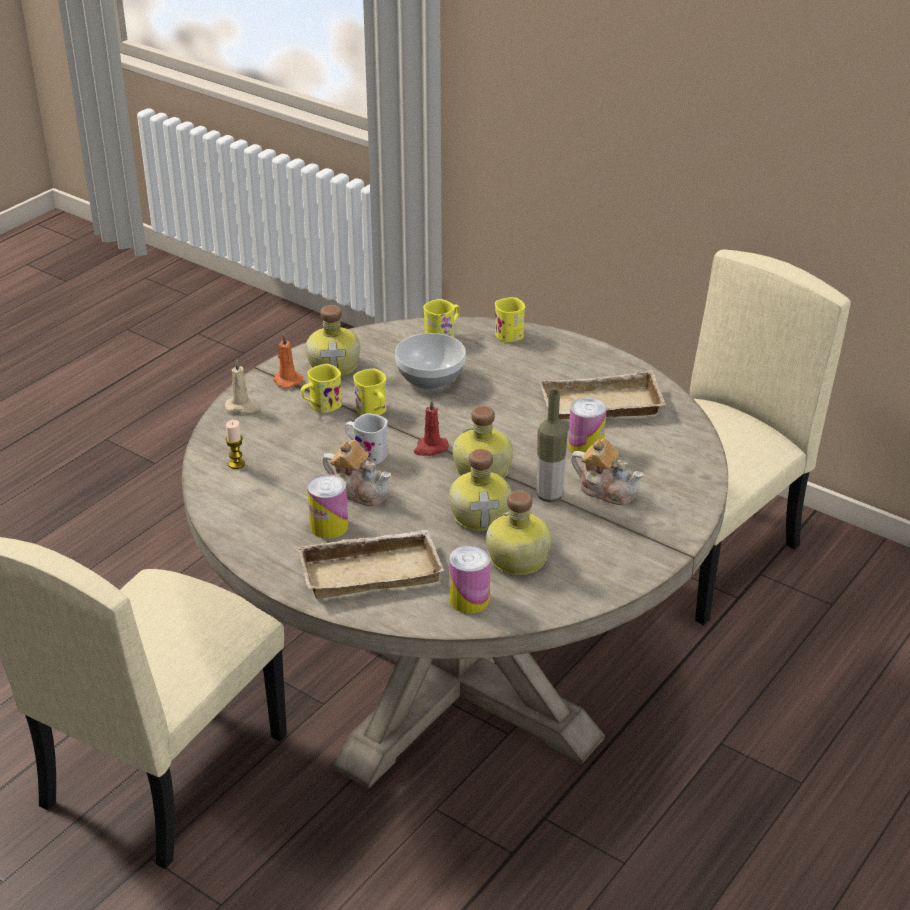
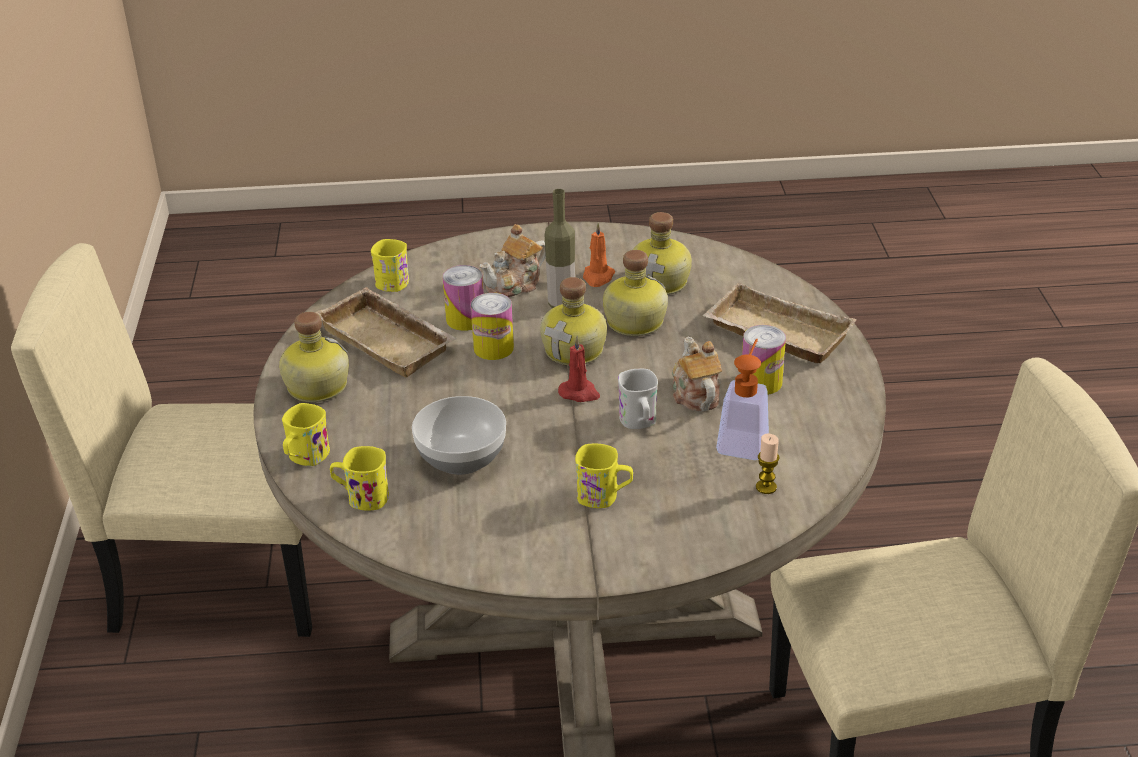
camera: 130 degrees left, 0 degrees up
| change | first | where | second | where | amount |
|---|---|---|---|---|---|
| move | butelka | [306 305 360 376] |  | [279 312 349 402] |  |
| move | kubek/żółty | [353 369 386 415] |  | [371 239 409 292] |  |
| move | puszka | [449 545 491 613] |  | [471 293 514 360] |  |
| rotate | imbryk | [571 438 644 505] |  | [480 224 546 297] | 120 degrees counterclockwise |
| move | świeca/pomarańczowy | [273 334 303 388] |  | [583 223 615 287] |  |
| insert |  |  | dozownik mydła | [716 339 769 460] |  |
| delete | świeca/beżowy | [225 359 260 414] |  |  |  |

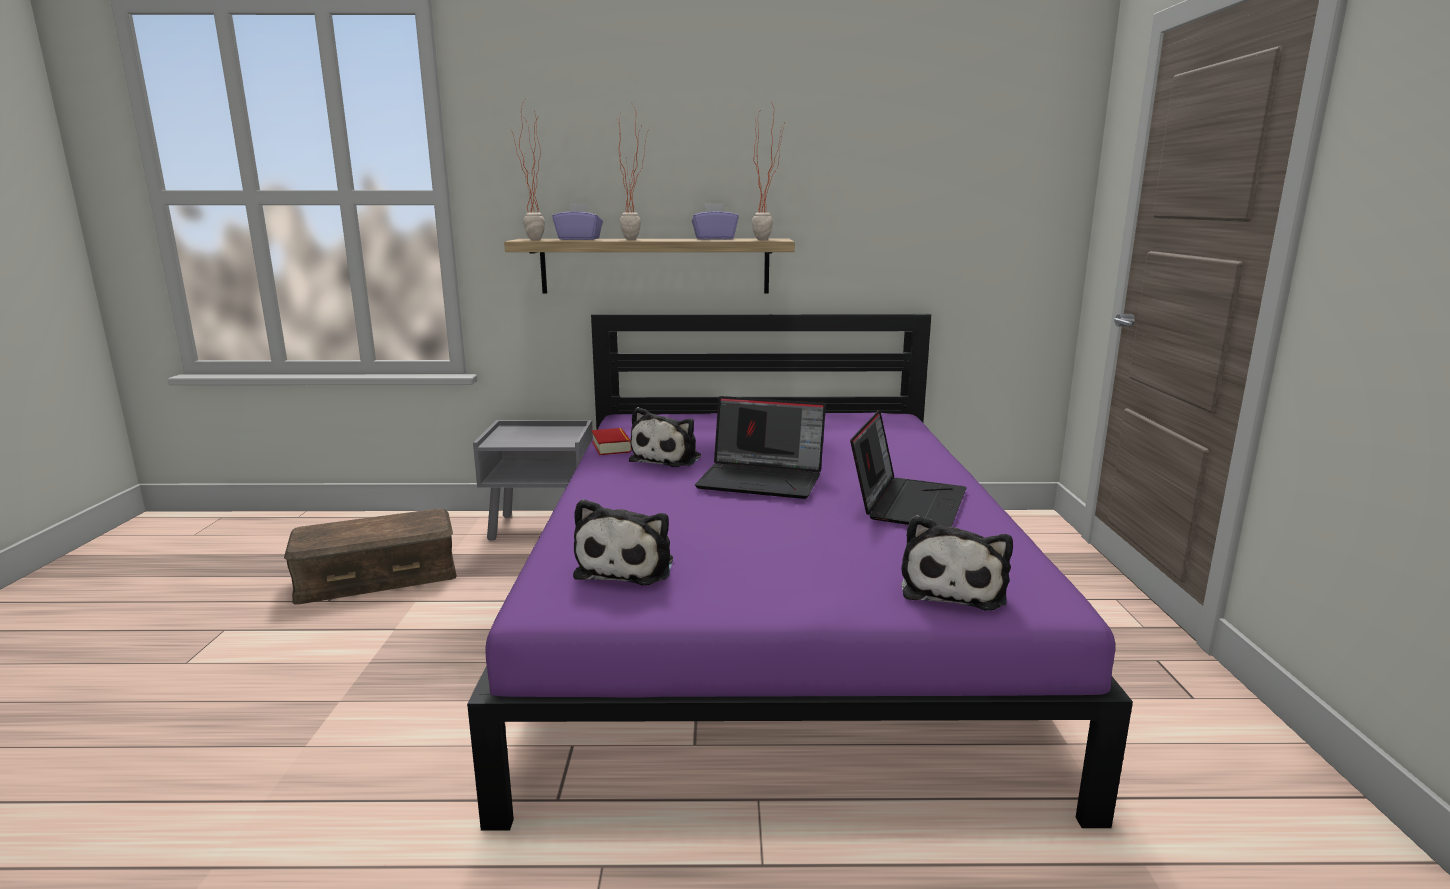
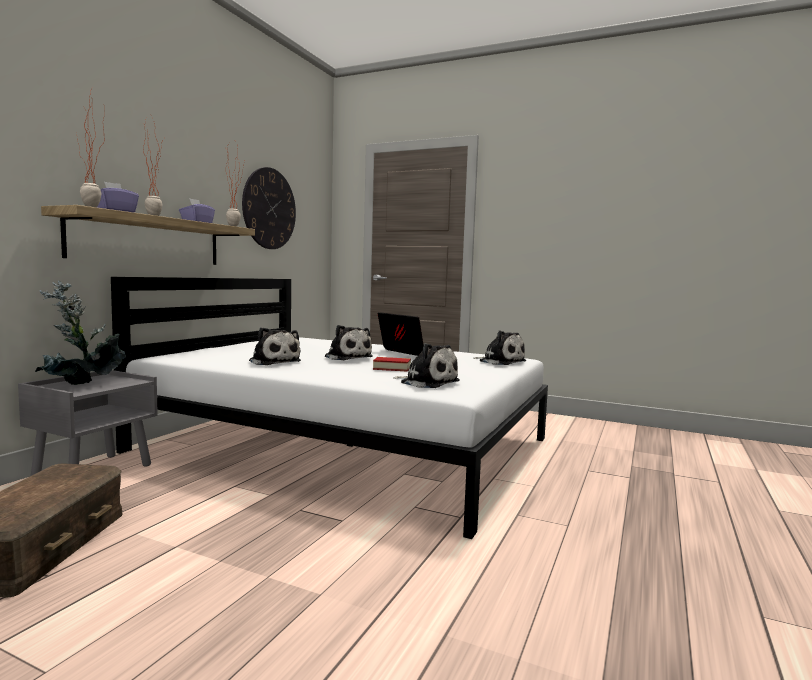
camera: 65 degrees left, 10 degrees down
| change | first | where | second | where | amount |
|---|---|---|---|---|---|
| insert |  |  | roślina doniczkowa | [35 281 126 385] |  |
| recolor | łóżko/fioletowy | [467 314 1133 831] | łóżko/biały | [111 277 548 539] |  |
| insert |  |  | zegar ścienny | [242 167 296 249] |  |
| replace | laptop | [695 396 826 499] | pluszak | [325 325 373 360] |  |
| move | książka | [592 428 632 455] |  | [373 357 411 372] |  |

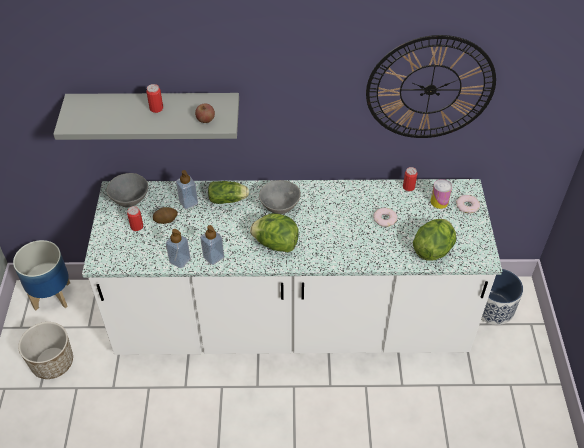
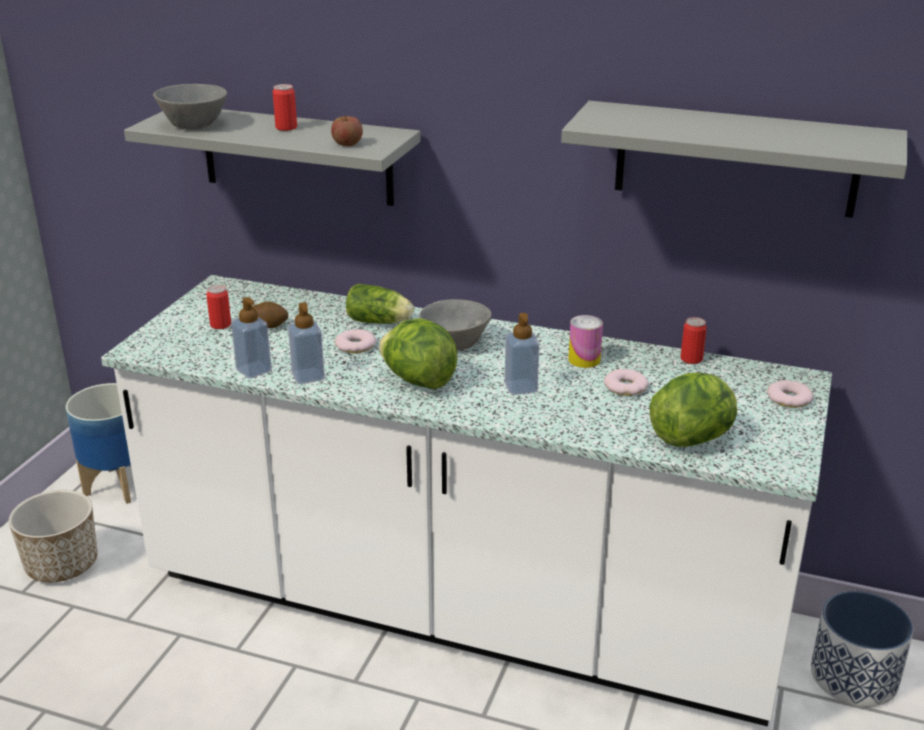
camera: 20 degrees right, 20 degrees down
| change | first | where | second | where | amount |
|---|---|---|---|---|---|
| move | miska/szary | [106 173 148 207] |  | [153 84 227 129] |  |
| insert |  |  | donut | [335 329 376 353] |  |
| move | dozownik mydła | [176 170 198 209] |  | [505 313 540 395] |  |
| replace | zegar ścienny | [366 35 496 138] | półka/szary | [561 101 907 218] |  |
| move | puszka | [431 179 452 209] |  | [568 315 603 368] |  |

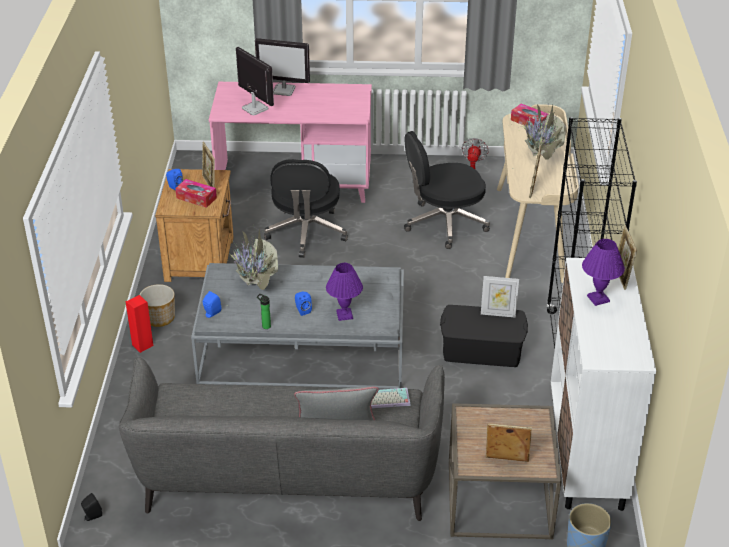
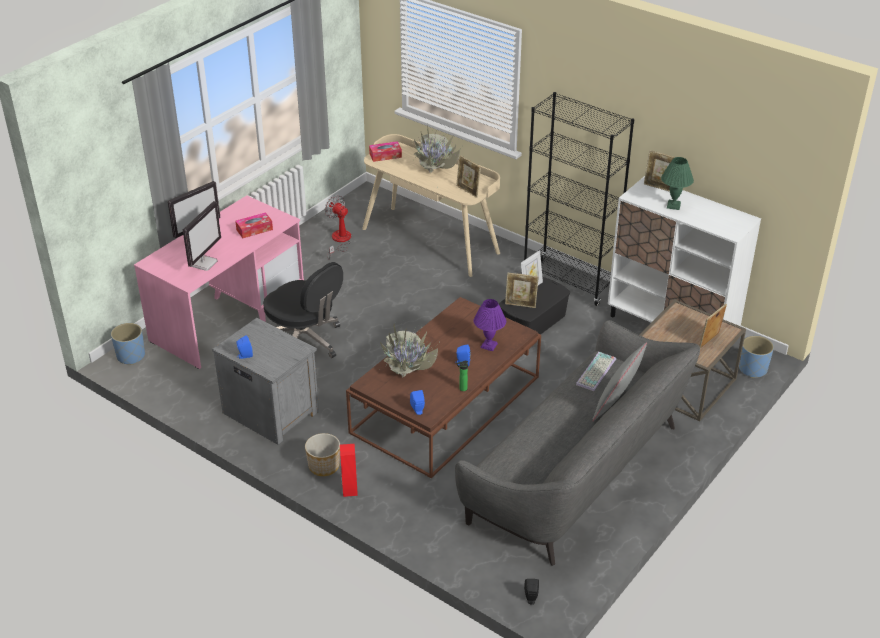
camera: 55 degrees left, 0 degrees up
| change | first | where | second | where | amount |
|---|---|---|---|---|---|
| insert |  |  | donica/niebieski | [111 323 145 365] |  |
| rotate | monitor | [236 47 274 115] |  | [183 201 221 271] | 120 degrees clockwise |
| recolor | szafka nocna/brązowy | [155 169 234 282] | szafka nocna/szary | [212 318 319 445] |  |
| move | pudełko chusteczek | [175 179 217 208] |  | [235 212 273 238] |  |
| recolor | ława/szary | [191 263 404 389] | ława/brązowy | [346 297 541 479] |  |
| move | ramka na zdjęcie | [202 142 215 187] |  | [505 273 539 308] |  |
| recolor | lampa stołowa/fioletowy | [582 239 625 306] | lampa stołowa/zielony | [661 157 694 210] |  |
| delete | krzesło biurowe/czarny | [404 131 490 249] |  |  |  |

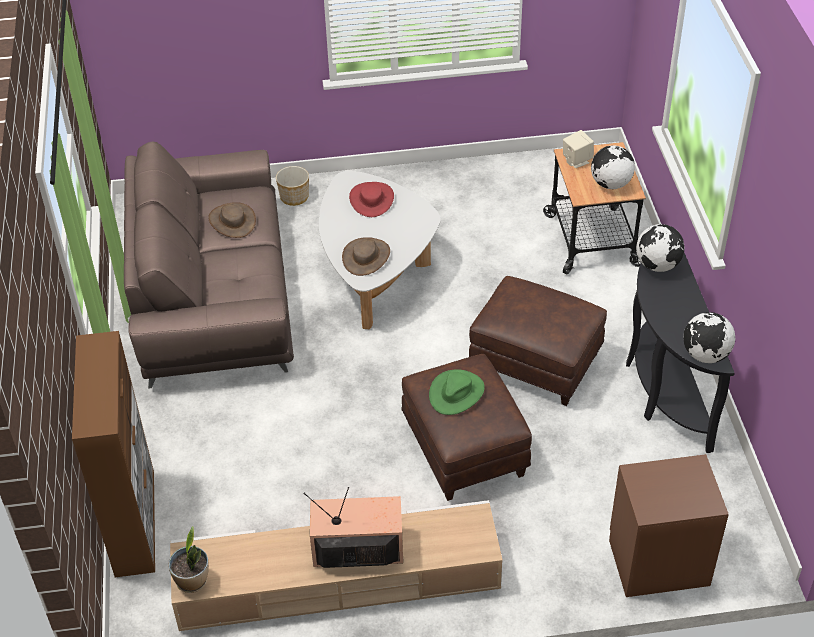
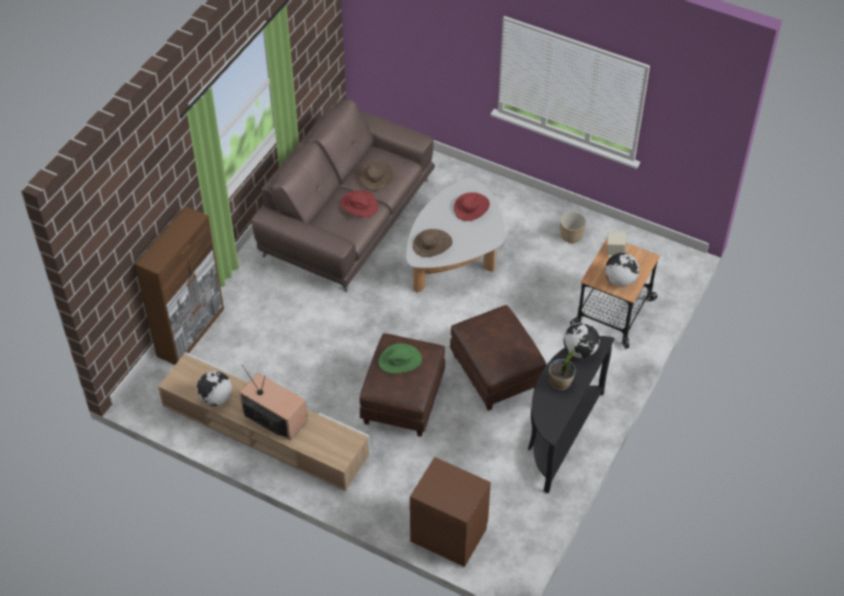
camera: 35 degrees right, 5 degrees up
| change | first | where | second | where | amount |
|---|---|---|---|---|---|
| move | globus | [683 312 735 363] |  | [197 371 232 406] |  |
| insert |  |  | kapelusz/czerwony | [340 190 378 217] |  |
| move | roślina doniczkowa | [168 527 209 593] |  | [549 349 576 390] |  |
| move | donica | [276 166 309 206] |  | [560 211 586 243] |  |

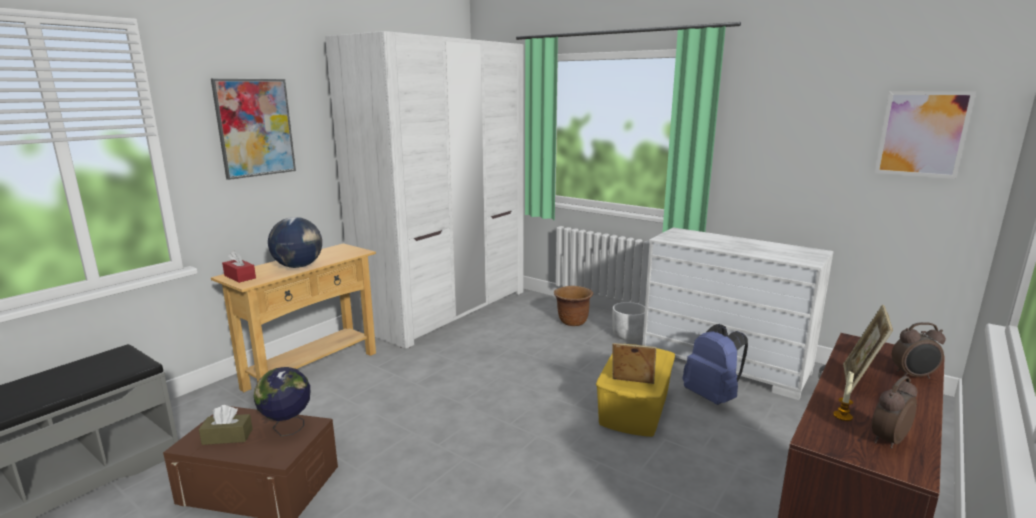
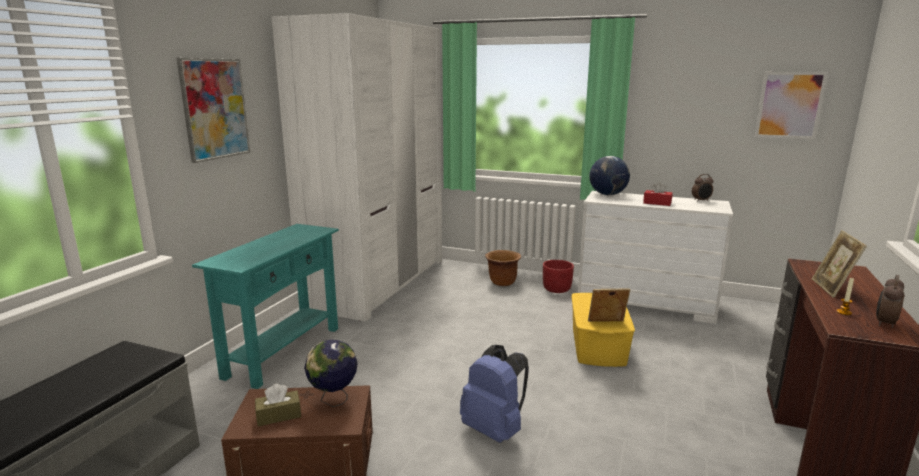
camera: 15 degrees left, 0 degrees up
| change | first | where | second | where | amount |
|---|---|---|---|---|---|
| recolor | stolik konsolowy/beżowy | [211 243 376 392] | stolik konsolowy/turkusowy | [192 224 339 389] |  |
| move | plecak/niebieski | [683 324 748 405] |  | [460 345 529 443] |  |
| recolor | donica/biały | [612 302 645 341] | donica/czerwony | [543 260 574 293] |  |
| move | globus | [268 217 322 268] |  | [589 156 630 195] |  |
| move | pudełko chusteczek/czerwony | [222 251 256 283] |  | [643 182 673 206] |  |
| move | budzik | [892 322 946 379] |  | [692 174 713 202] |  |

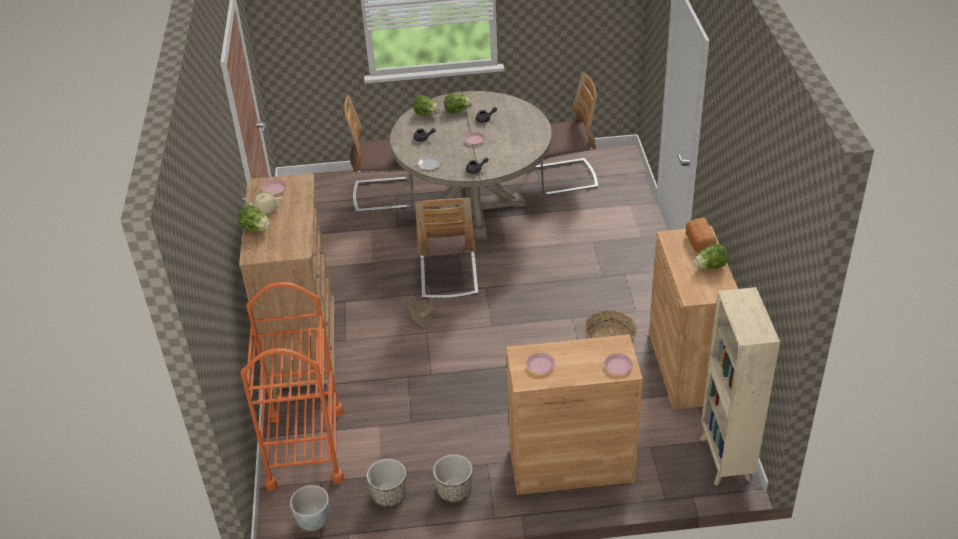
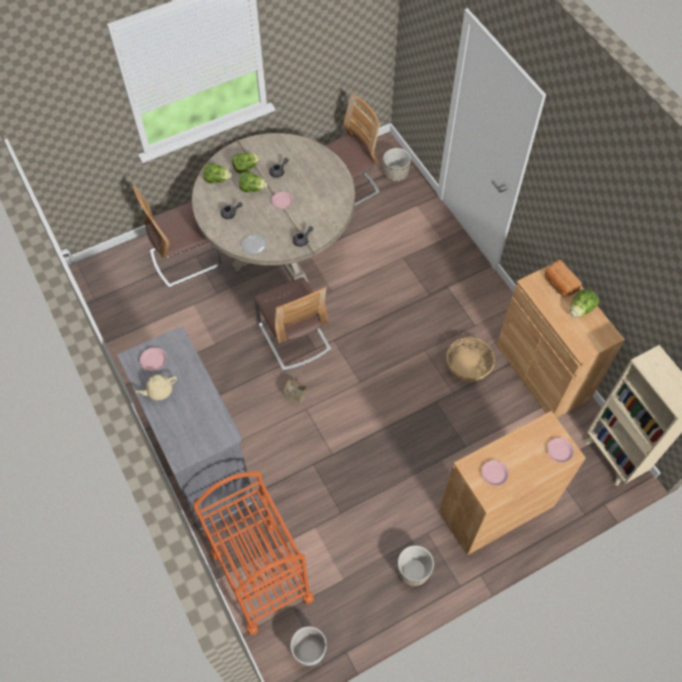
camera: 25 degrees left, 20 degrees up
| change | first | where | second | where | amount |
|---|---|---|---|---|---|
| recolor | komoda/brązowy | [239 174 335 397] | komoda/szary | [117 327 256 532] |  |
| move | sałata | [238 205 271 231] |  | [239 172 267 192] |  |
| move | donica | [367 459 407 507] |  | [383 148 411 182] |  |

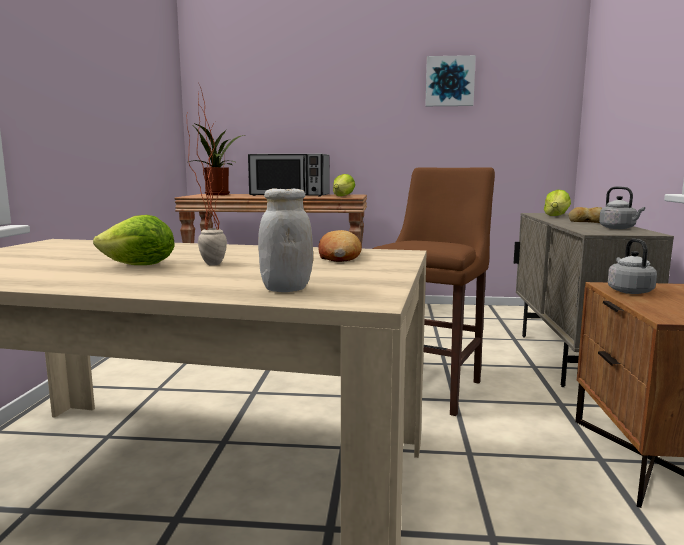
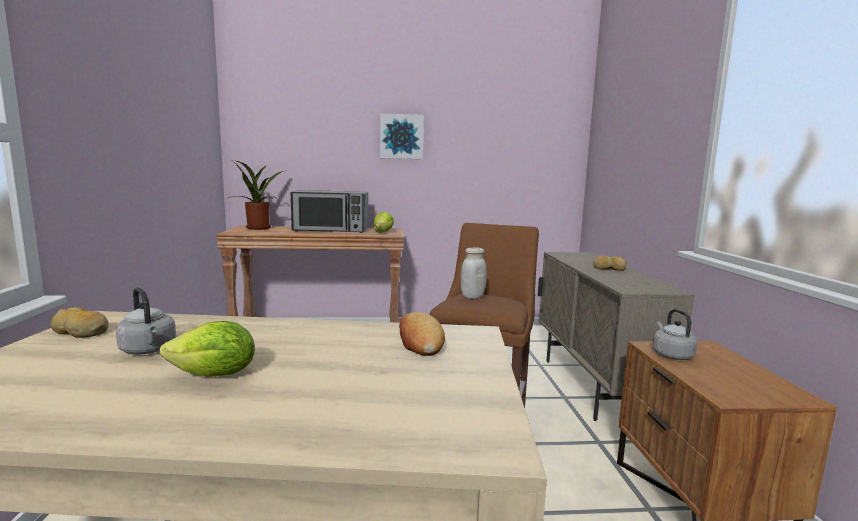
camera: 10 degrees left, 0 degrees up
| change | first | where | second | where | amount |
|---|---|---|---|---|---|
| insert |  |  | chleb | [51 307 109 338] |  |
| move | czajnik/szary | [599 186 645 229] |  | [116 287 176 354] |  |
| move | obraz | [425 55 476 106] |  | [380 113 424 159] |  |
| move | słoik/biały | [258 188 313 292] |  | [461 248 487 299] |  |
| delete | roślina doniczkowa | [187 83 227 266] |  |  |  |
| delete | sałata | [544 190 571 216] |  |  |  |

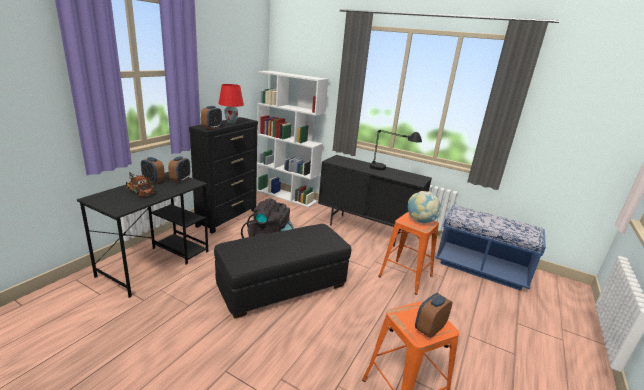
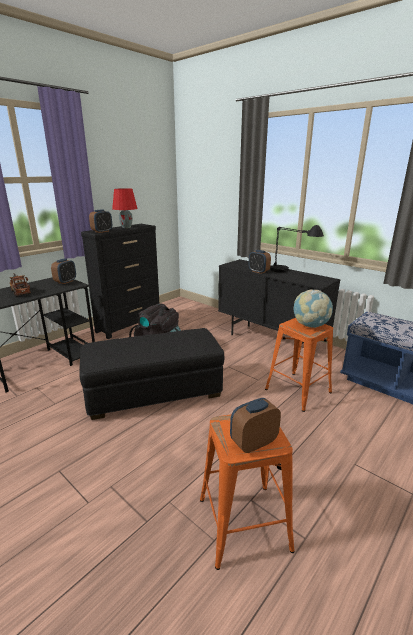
camera: 15 degrees right, 0 degrees up
| change | first | where | second | where | amount |
|---|---|---|---|---|---|
| move | budzik | [141 157 165 184] |  | [249 250 271 274] |  |
| delete | regał/biały | [256 71 329 208] |  |  |  |

